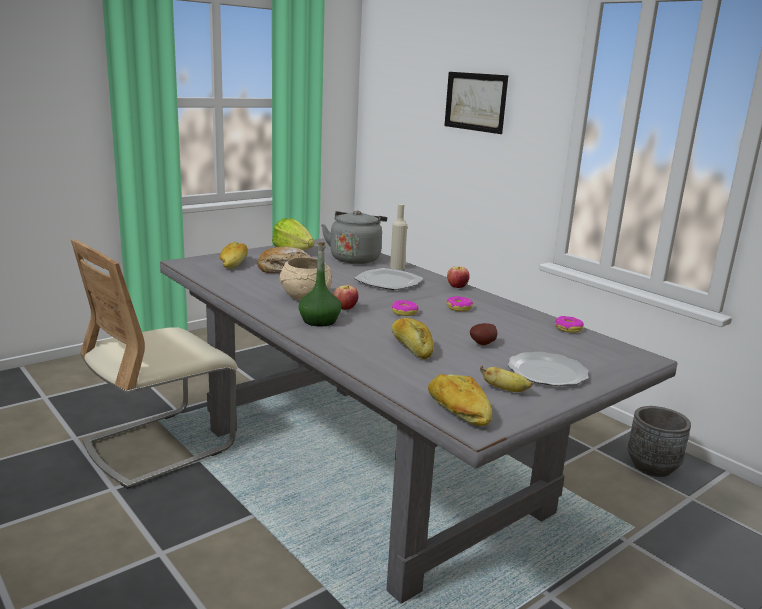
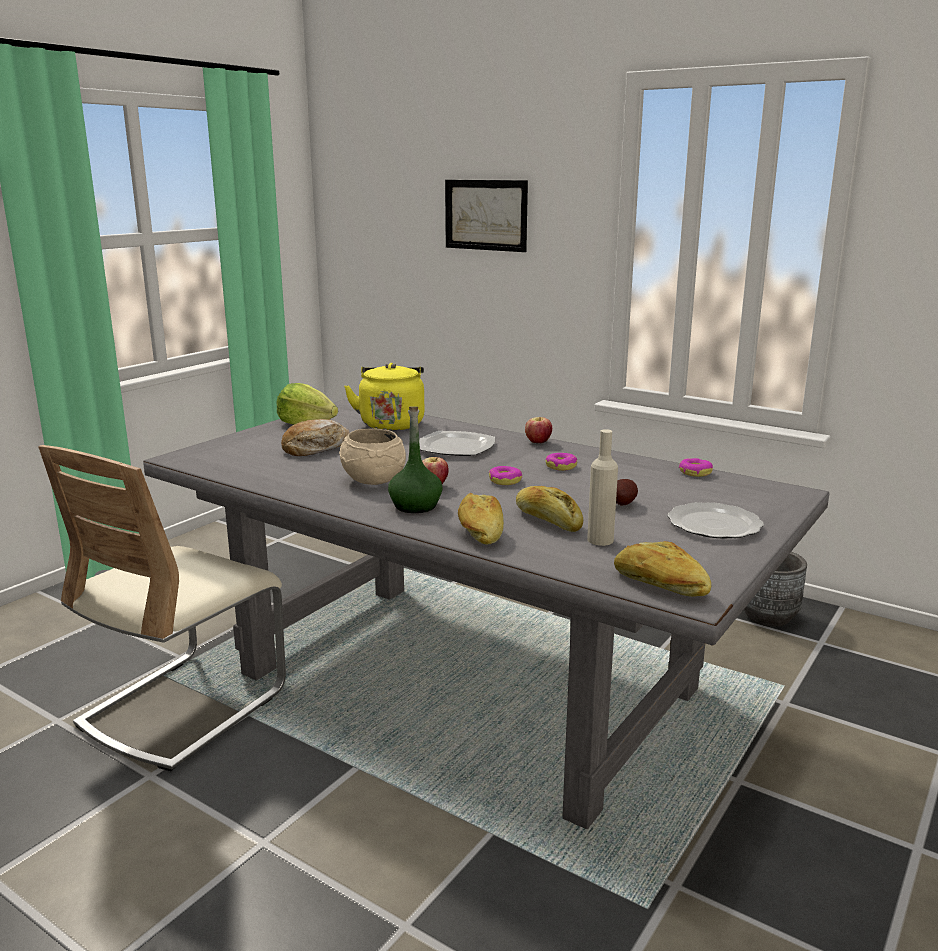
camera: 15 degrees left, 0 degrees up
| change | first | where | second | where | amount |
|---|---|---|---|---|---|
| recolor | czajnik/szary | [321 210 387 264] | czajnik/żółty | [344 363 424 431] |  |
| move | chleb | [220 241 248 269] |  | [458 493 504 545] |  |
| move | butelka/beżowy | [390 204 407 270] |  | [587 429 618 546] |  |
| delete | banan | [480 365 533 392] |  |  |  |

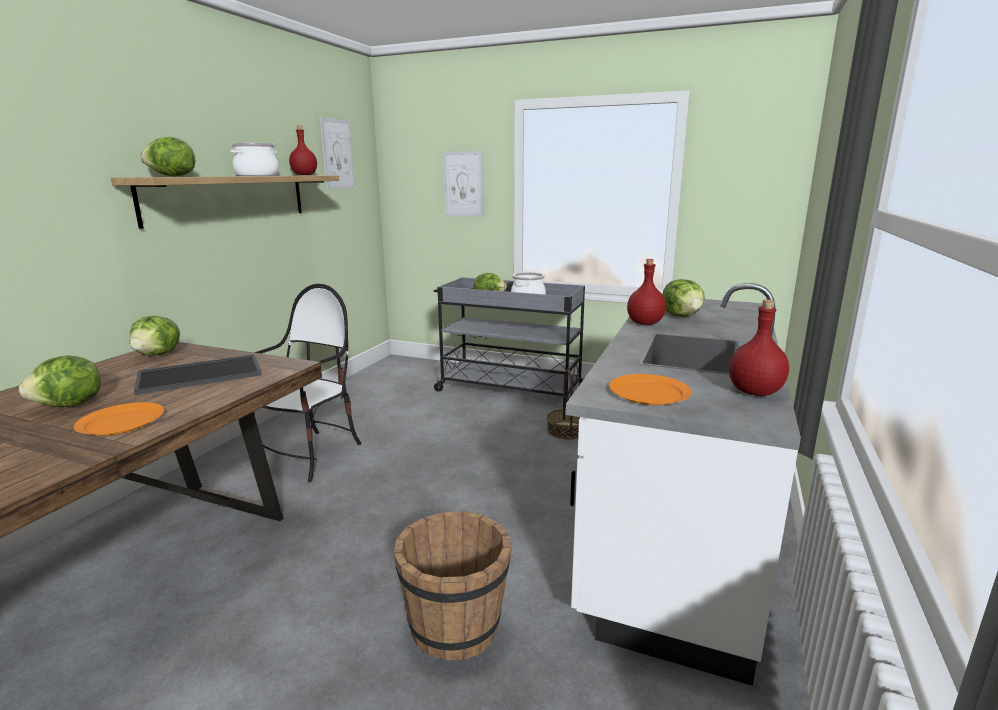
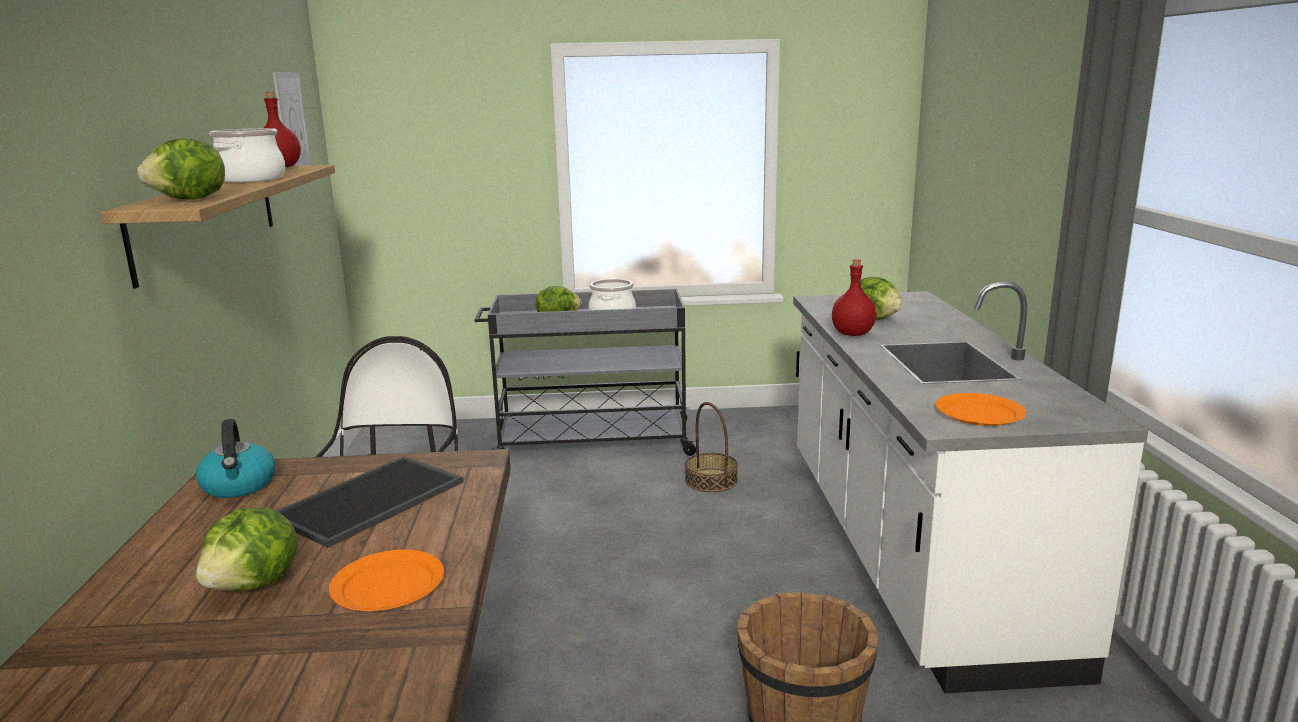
camera: 25 degrees left, 0 degrees up
| change | first | where | second | where | amount |
|---|---|---|---|---|---|
| replace | sałata | [129 316 180 356] | czajnik | [196 419 276 498] |  |
| delete | obraz | [443 151 483 217] |  |  |  |
| delete | butelka/czerwony | [729 300 789 396] |  |  |  |

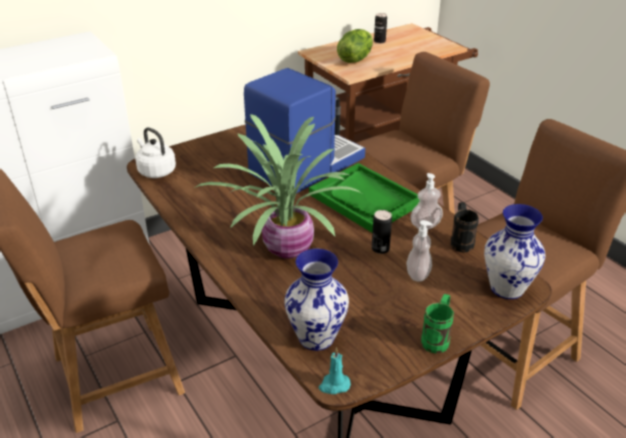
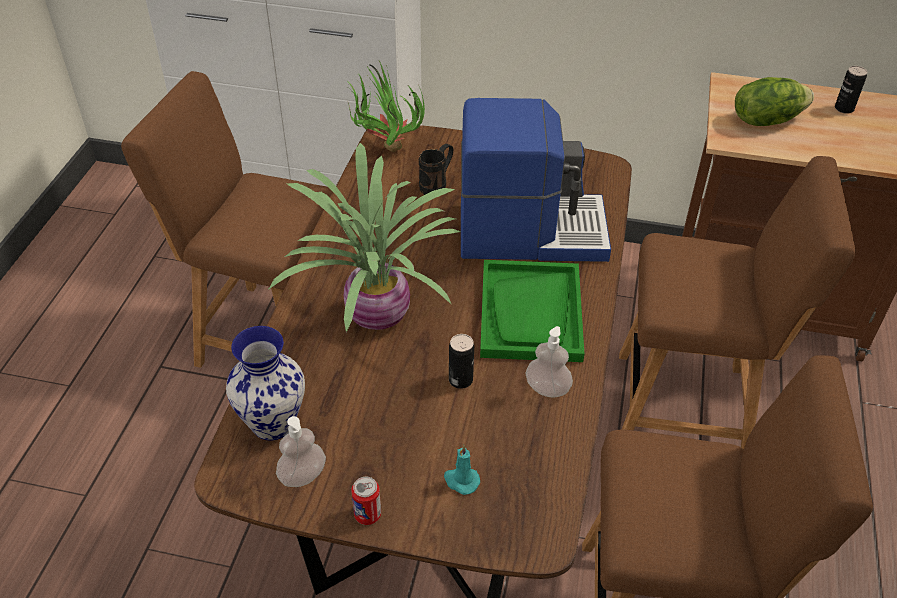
camera: 45 degrees right, 10 degrees up
| change | first | where | second | where | amount |
|---|---|---|---|---|---|
| move | dozownik mydła | [406 220 432 282] |  | [276 416 326 487] |  |
| replace | czajnik/biały | [135 127 176 178] | roślina doniczkowa | [347 60 425 152] |  |
| replace | kubek/zielony | [421 294 454 353] | puszka | [351 477 381 525] |  |
| move | kubek/czarny | [451 202 479 252] |  | [419 144 453 195] |  |
| move | świeca/turkusowy | [319 348 351 394] |  | [444 445 480 495] |  |
| delete | wazon | [484 204 545 299] |  |  |  |

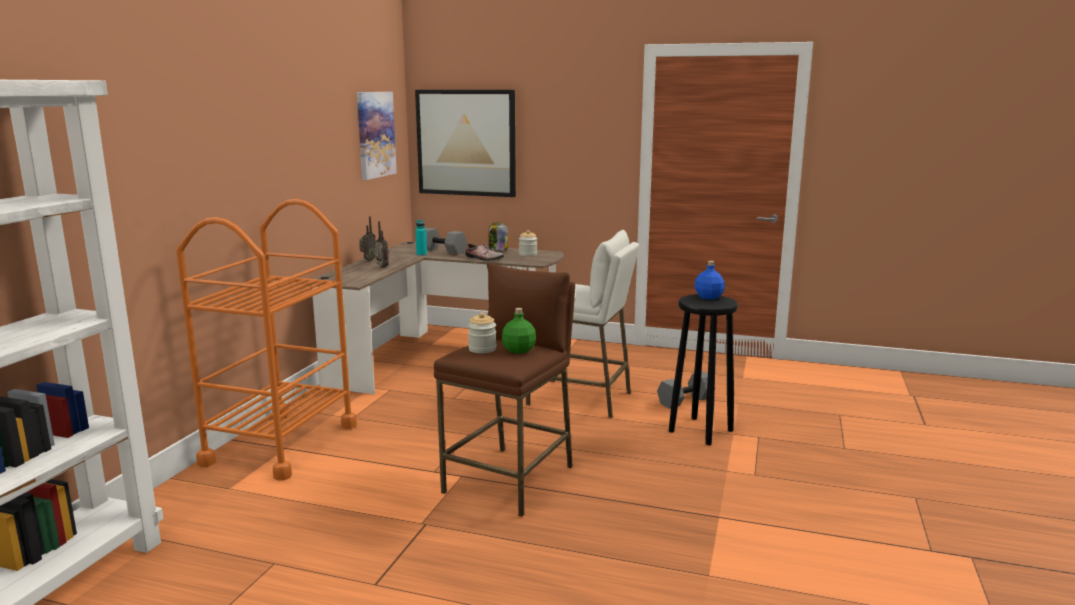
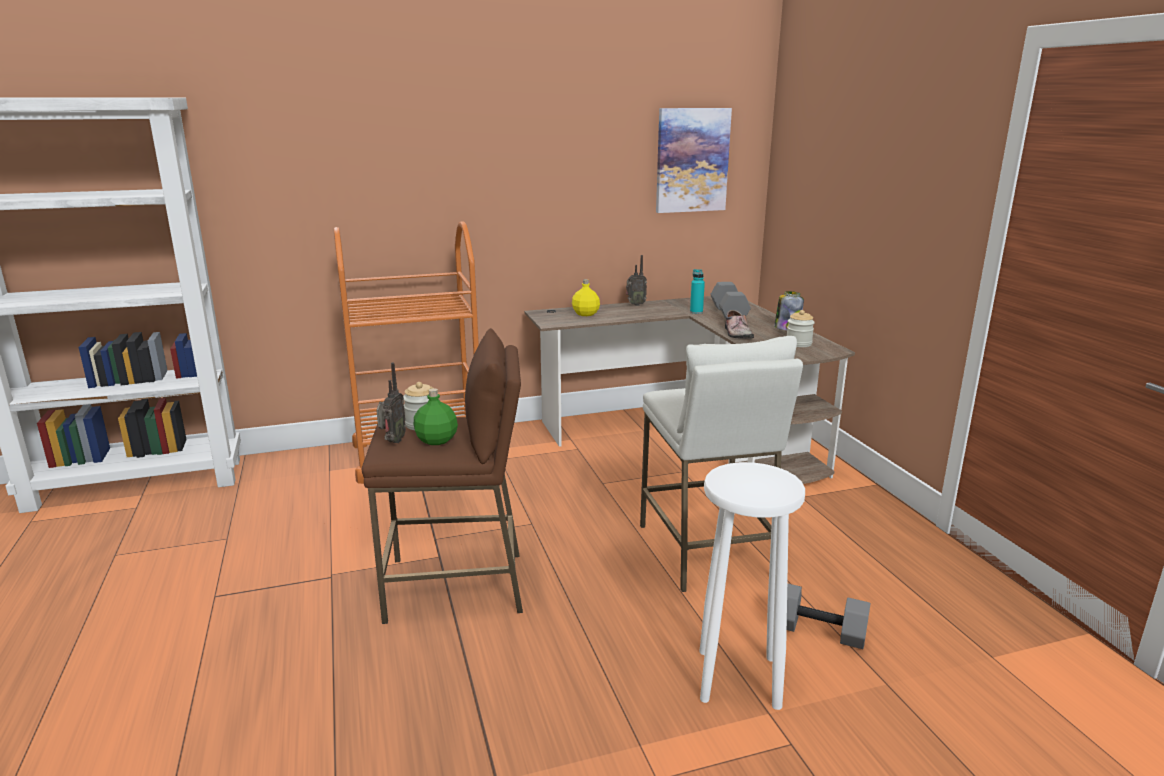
camera: 55 degrees right, 5 degrees up
| change | first | where | second | where | amount |
|---|---|---|---|---|---|
| move | radio | [374 221 389 268] |  | [376 362 406 443] |  |
| insert |  |  | butelka/żółty | [572 279 600 316] |  |
| recolor | stołek/czarny | [669 294 738 445] | stołek/biały | [699 462 805 710] |  |
| delete | obraz | [415 90 516 197] |  |  |  |
| delete | butelka/niebieski | [694 261 725 300] |  |  |  |

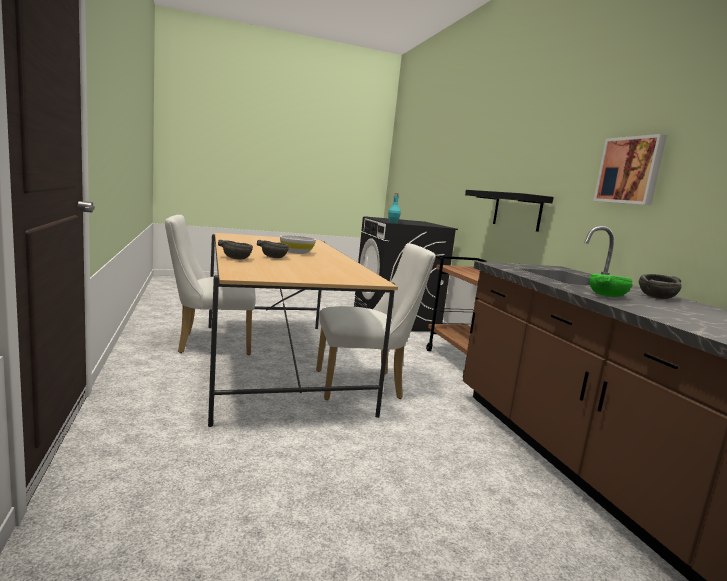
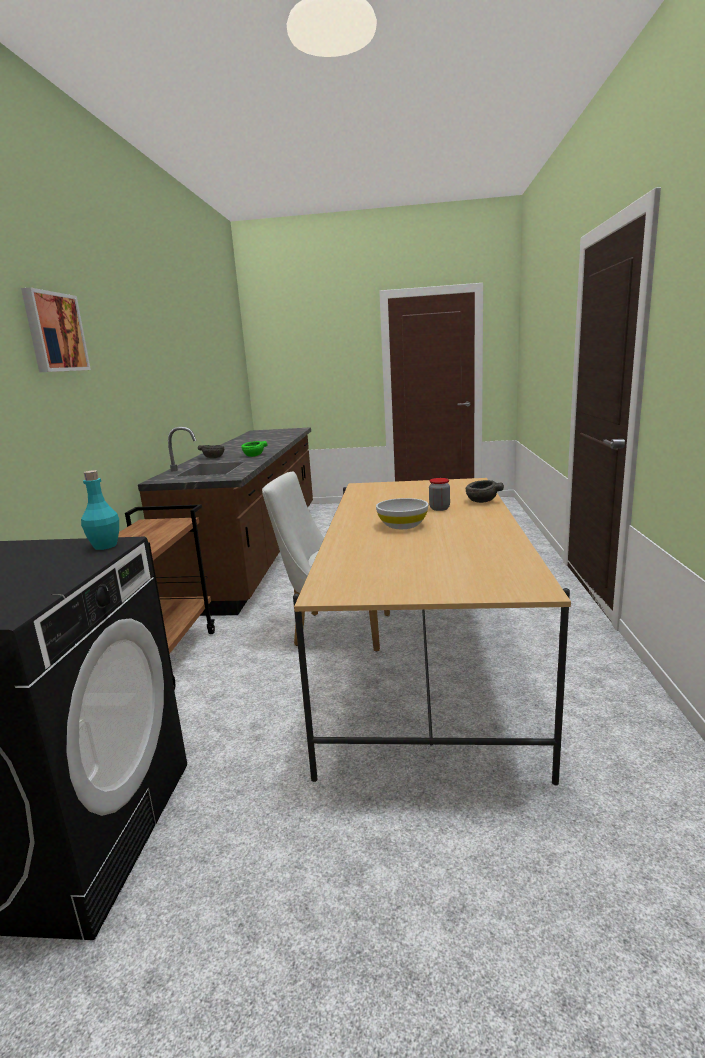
camera: 155 degrees left, 5 degrees up
| change | first | where | second | where | amount |
|---|---|---|---|---|---|
| move | obraz | [593 134 667 205] |  | [21 287 91 372] |  |
| replace | miska/szary | [257 240 289 258] | słoik | [429 478 450 511] |  |
| delete | krzesło/biały | [165 215 256 355] |  |  |  |
| delete | półka/czarny | [465 190 554 232] |  |  |  |

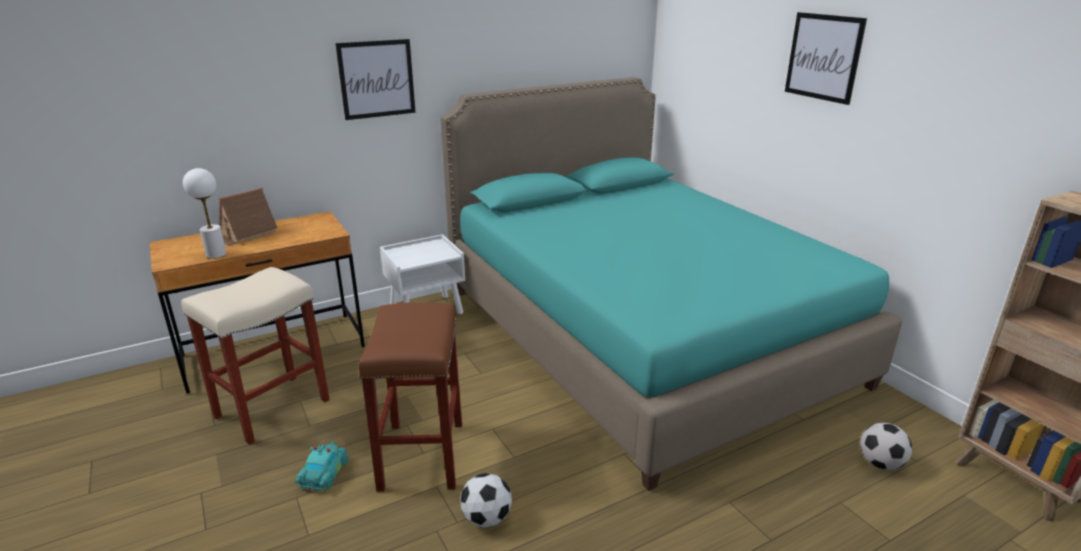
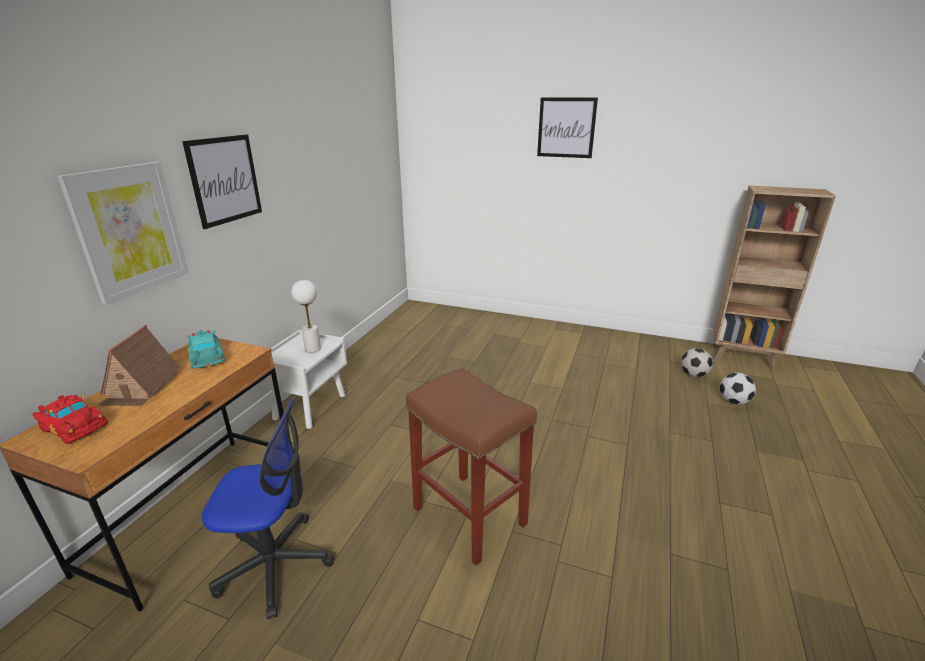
camera: 40 degrees left, 0 degrees up
| change | first | where | second | where | amount |
|---|---|---|---|---|---|
| insert |  |  | samochodzik/czerwony | [33 395 108 444] |  |
| insert |  |  | obraz | [57 162 189 305] |  |
| move | samochodzik/turkusowy | [295 439 349 491] |  | [187 330 225 368] |  |
| replace | stołek/beżowy | [181 267 330 445] | krzesło biurowe | [202 397 334 619] |  |
| move | lampa stołowa/biały | [183 168 226 259] |  | [291 280 321 353] |  |
| move | piłka futbolowa | [460 473 512 528] |  | [720 373 756 404] |  |
| delete | łóżko/turkusowy | [440 77 902 491] |  |  |  |

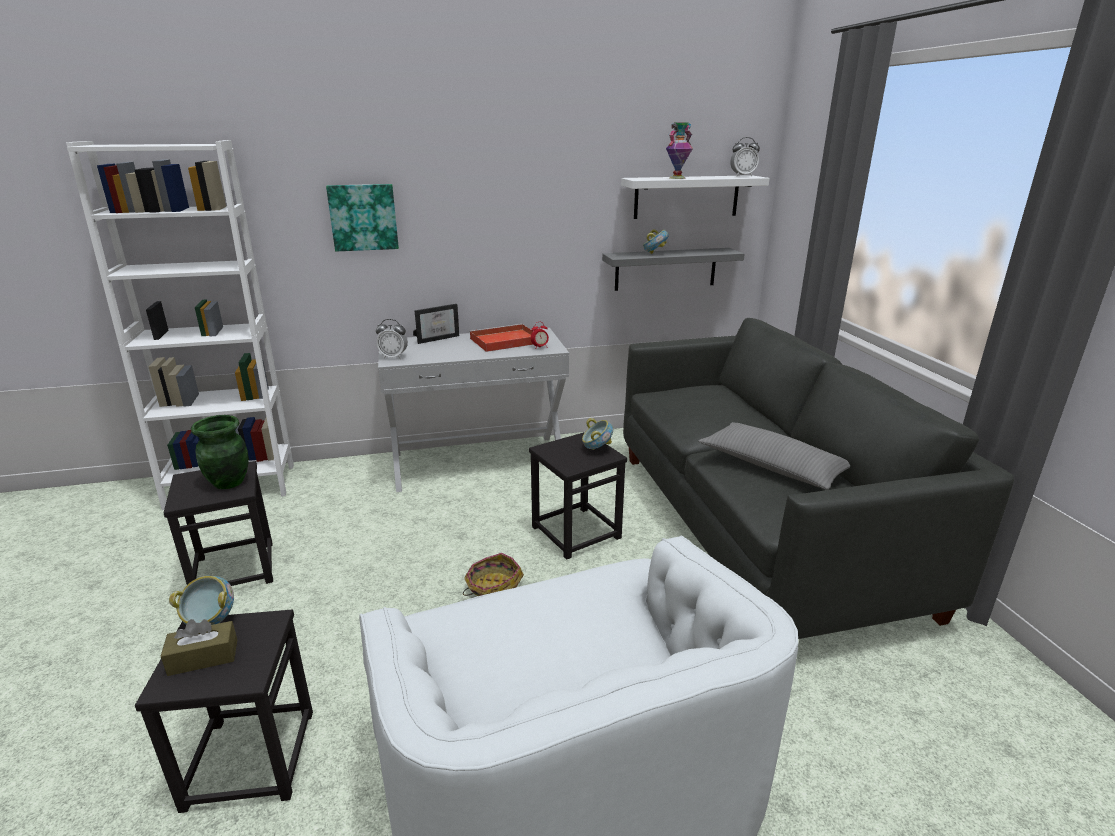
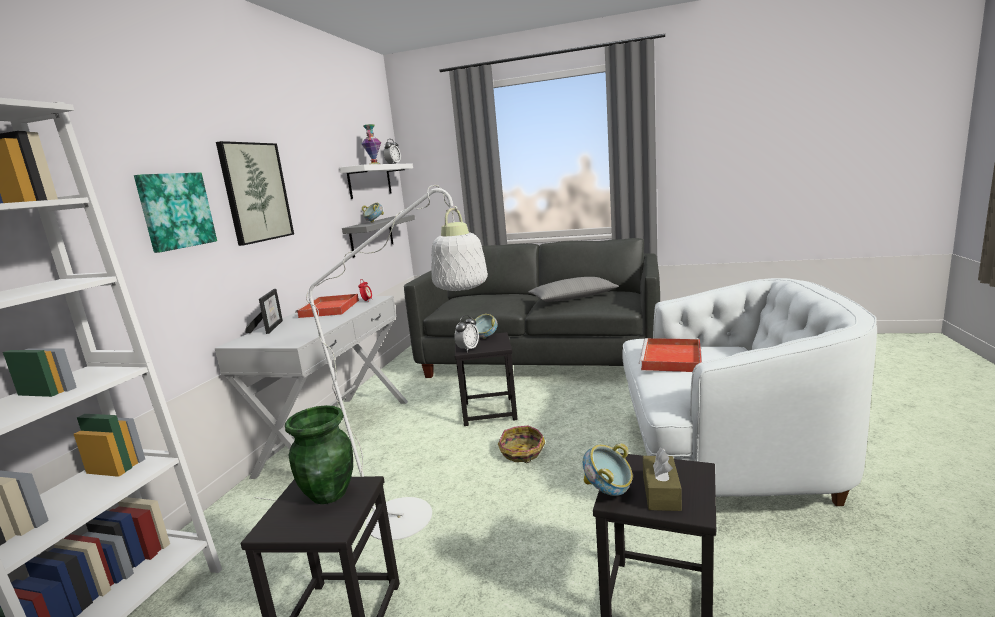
camera: 60 degrees left, 10 degrees down
| change | first | where | second | where | amount |
|---|---|---|---|---|---|
| insert |  |  | obraz | [216 141 294 246] |  |
| insert |  |  | lampa stojąca/biały | [254 185 488 541] |  |
| move | budzik | [376 319 408 359] |  | [454 315 479 352] |  |
| insert |  |  | taca/czerwony | [639 338 702 372] |  |

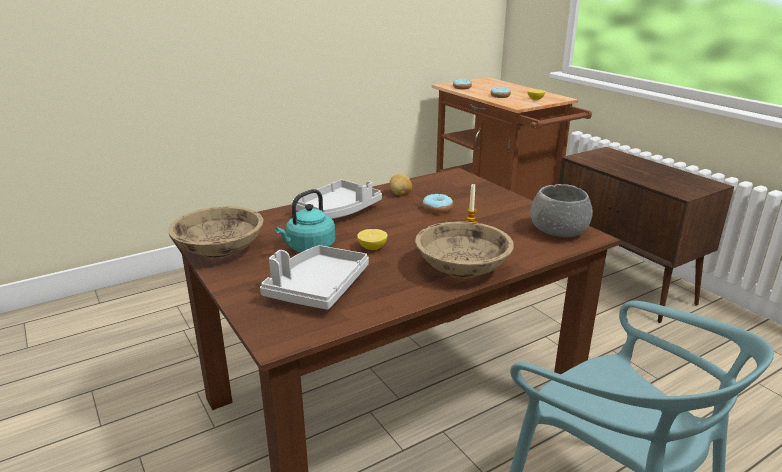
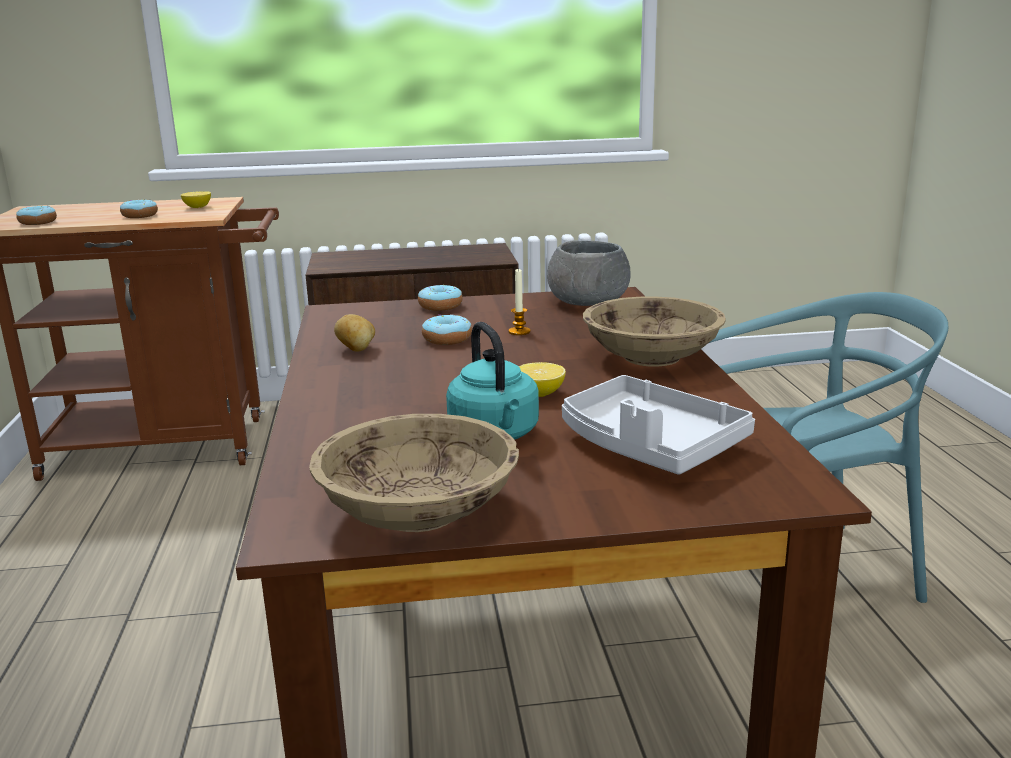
camera: 65 degrees left, 5 degrees down
| change | first | where | second | where | amount |
|---|---|---|---|---|---|
| insert |  |  | donut | [418 285 463 311] |  |
| delete | taca/szary | [291 180 382 219] |  |  |  |

